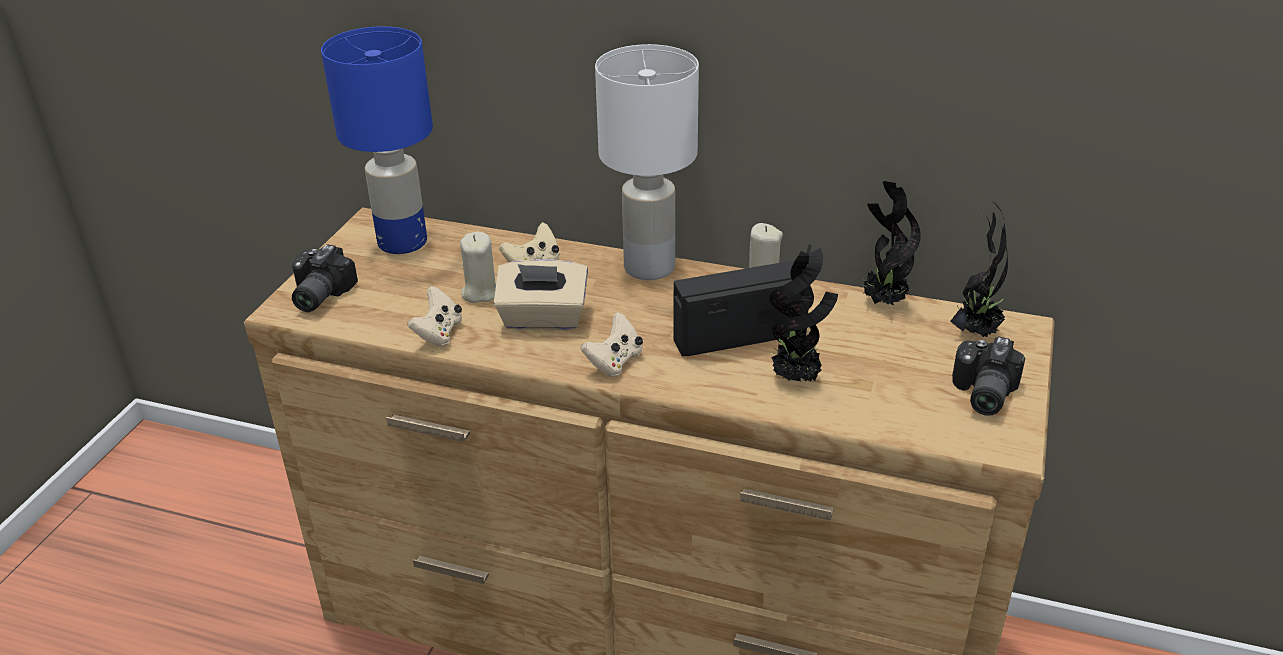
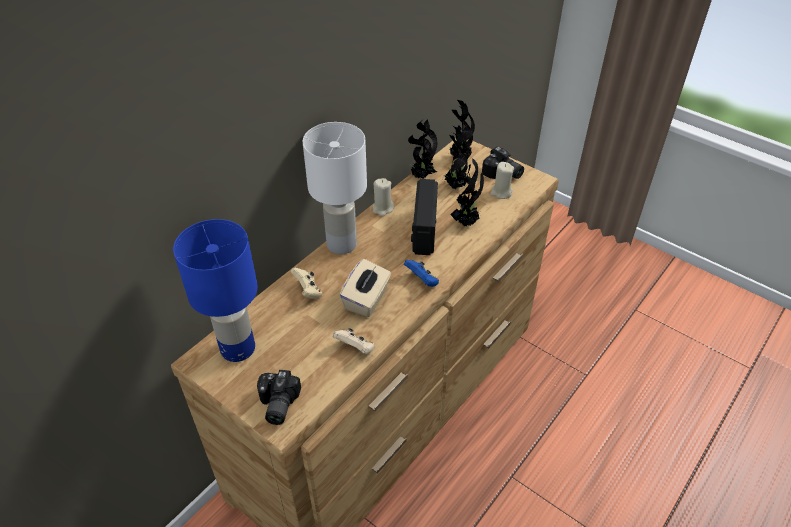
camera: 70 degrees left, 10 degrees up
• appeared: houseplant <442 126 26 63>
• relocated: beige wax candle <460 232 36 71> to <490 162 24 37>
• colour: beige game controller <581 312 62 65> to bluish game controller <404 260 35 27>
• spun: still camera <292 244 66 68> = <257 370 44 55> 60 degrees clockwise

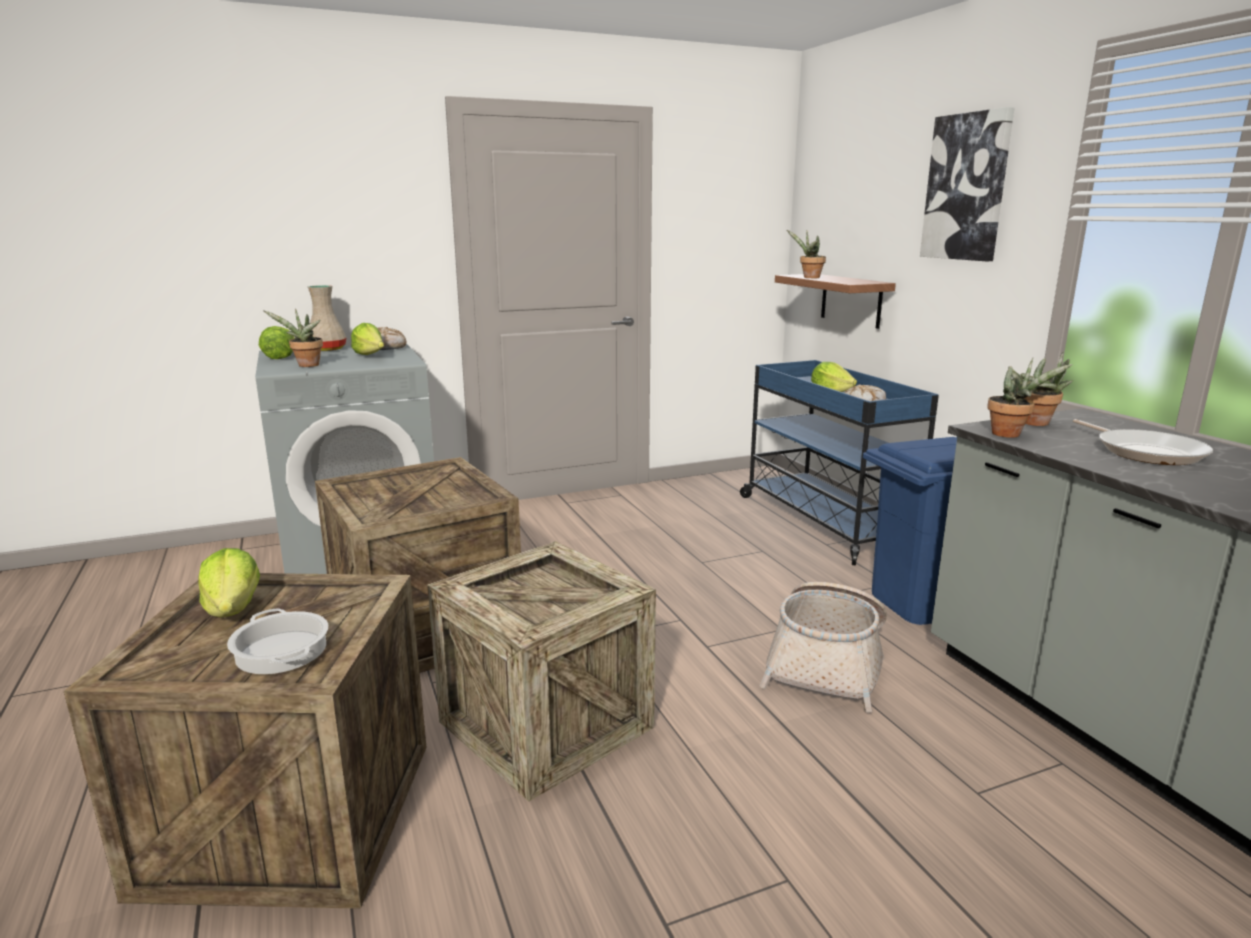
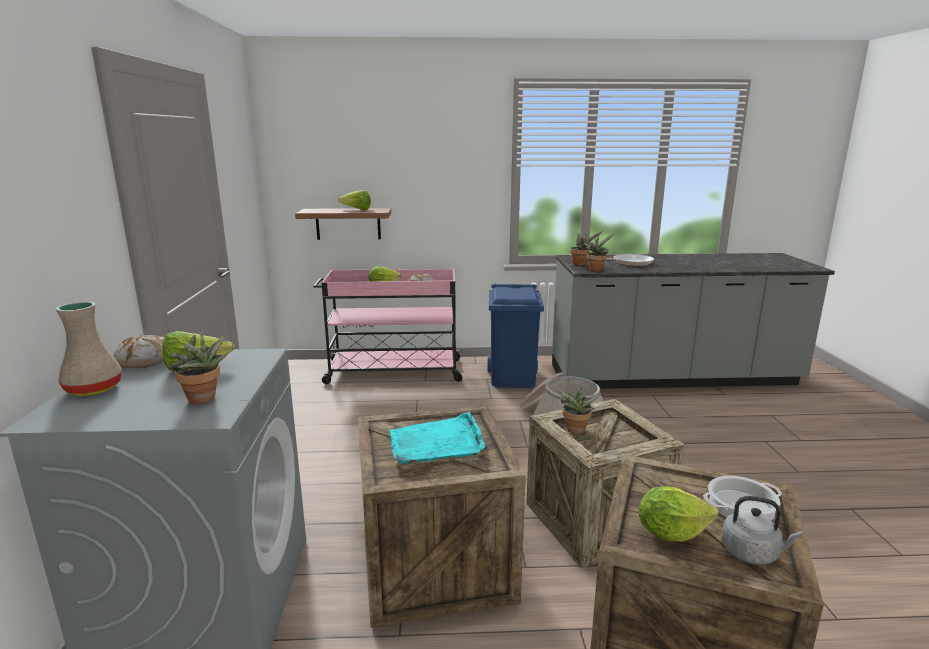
camera: 70 degrees left, 0 degrees up
• missing: wall picture <920 107 95 154>
• appeared: turquoise serving tray <390 412 95 53>
• appeared: gray kettle <722 496 81 69>
• relocated: head of lettuce <259 326 36 33> to <338 190 33 20>
• relocated: houseplant <787 230 39 49> to <557 386 44 48>
• colour: bluish trolley <740 360 199 206> to pink-coloured trolley <314 269 150 115>

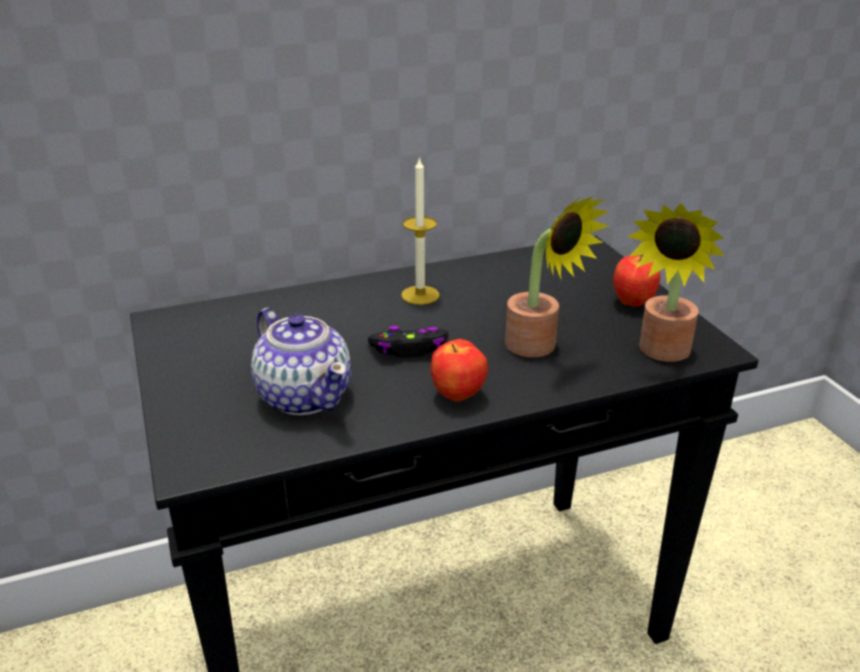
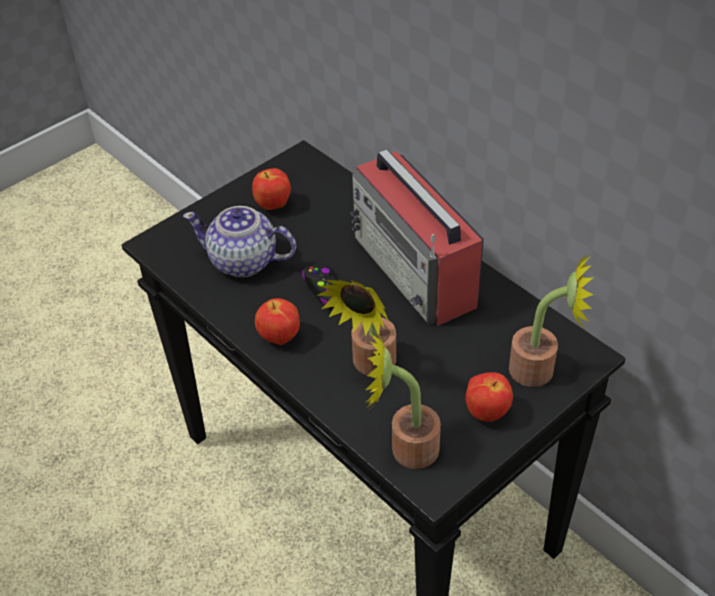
camera: 70 degrees right, 15 degrees up
• appeared: apple <252 168 39 42>
• appeared: houseplant <509 252 84 135>
• exchanged: wax candle <401 156 38 149> to radio <351 149 133 177>
• spun: pot for tea <251 308 100 107> = <183 206 113 71> 75 degrees clockwise

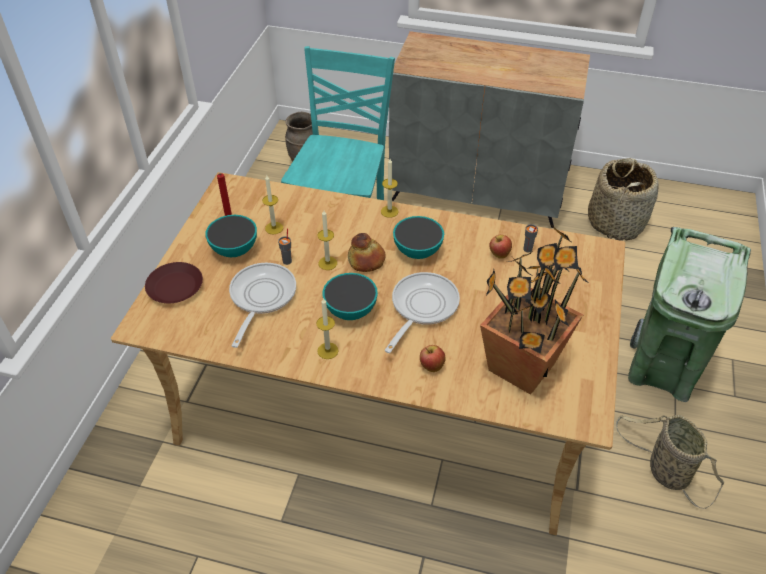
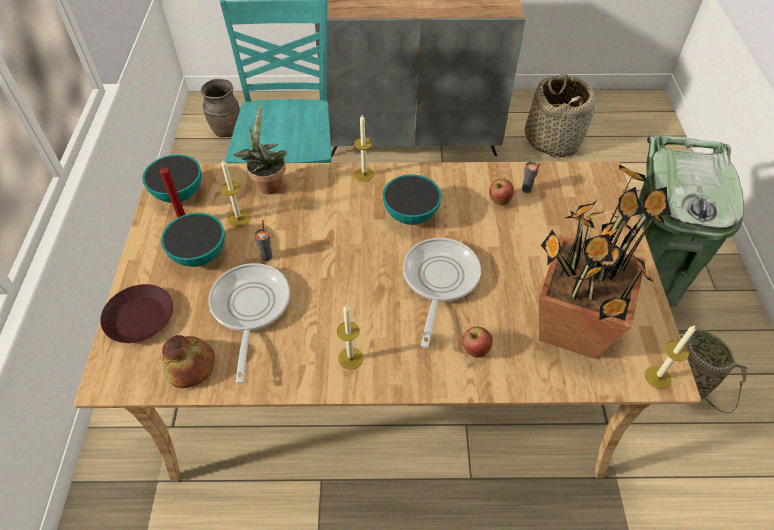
camera: 15 degrees left, 5 degrees up
• appeared: houseplant <234 104 53 91>
• relocated: wax candle <317 211 20 59> to <645 326 50 63>
• relocated: deep dish <322 273 56 47> to <142 154 60 49>
• relocated: baked bread <348 233 38 39> to <162 335 53 53>

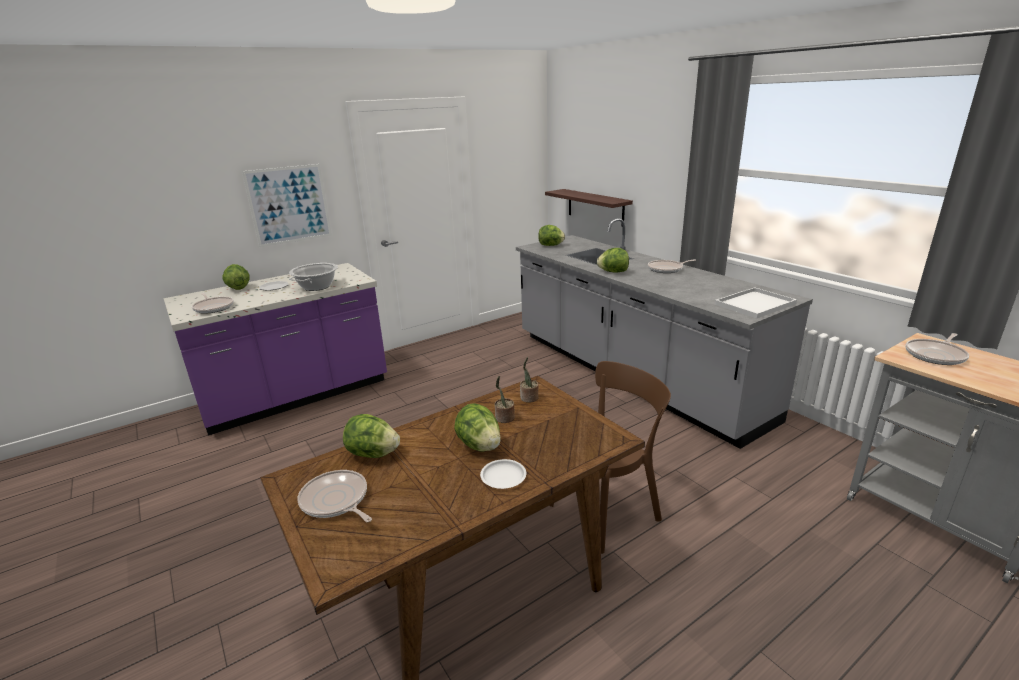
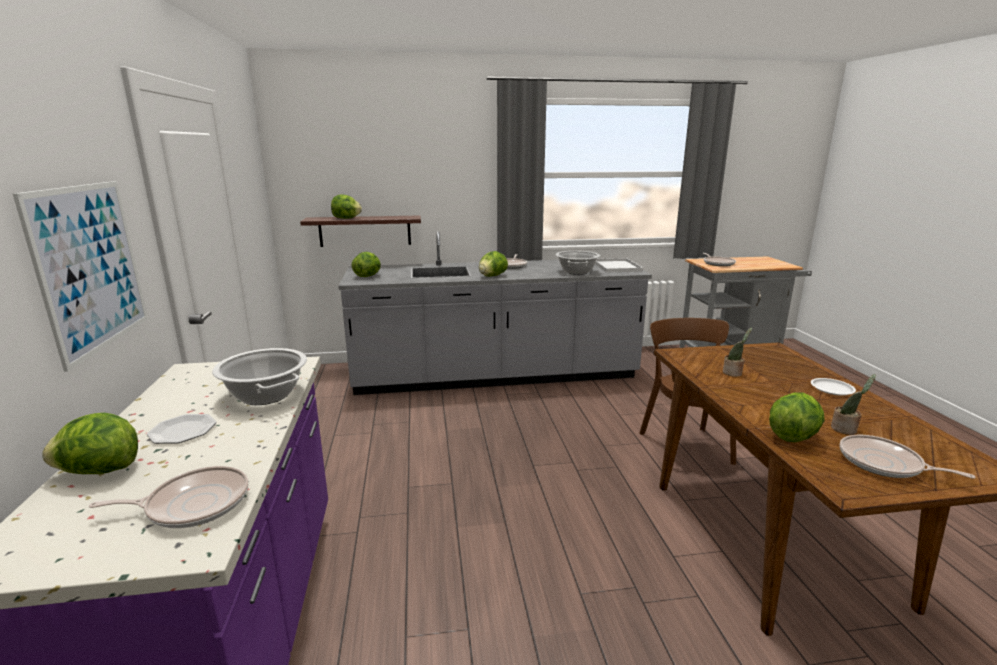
camera: 65 degrees left, 5 degrees down
• appeared: cooking pot <556 251 44 24>
• relocated: head of lettuce <454 403 47 49> to <331 194 31 25>
• relocated: houseplant <520 357 19 46> to <831 374 45 61>
• spun: pan <297 470 75 52> = <840 435 136 44> 60 degrees clockwise

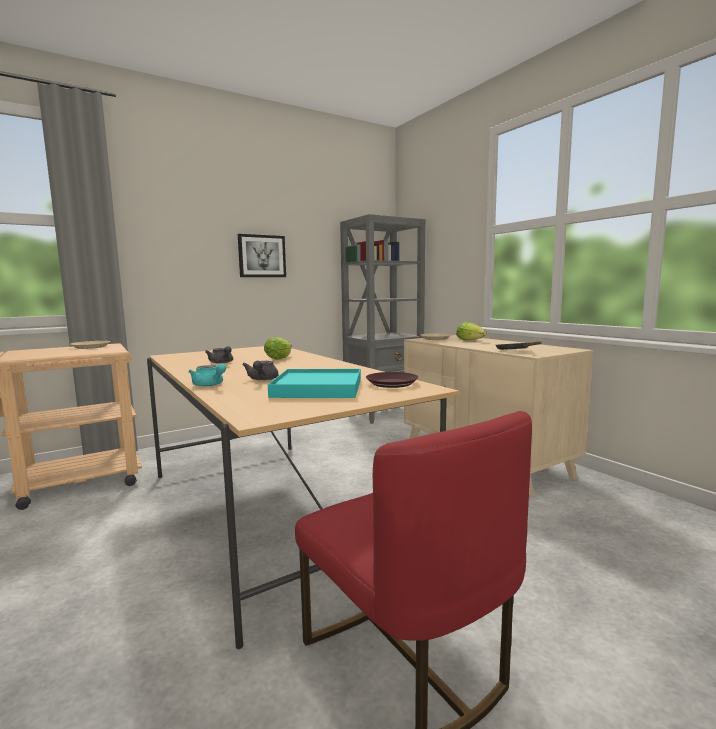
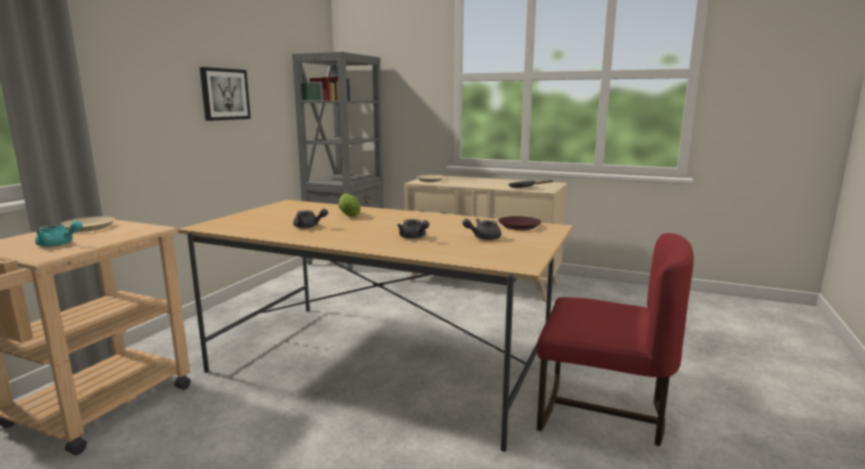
camera: 35 degrees left, 5 degrees up
• missing: head of lettuce <456 322 31 18>
• relocated: turquoise pot for tea <188 364 38 22> to <35 221 47 26>
• exchanged: turquoise serving tray <268 369 93 29> to gray pot for tea <462 218 39 22>

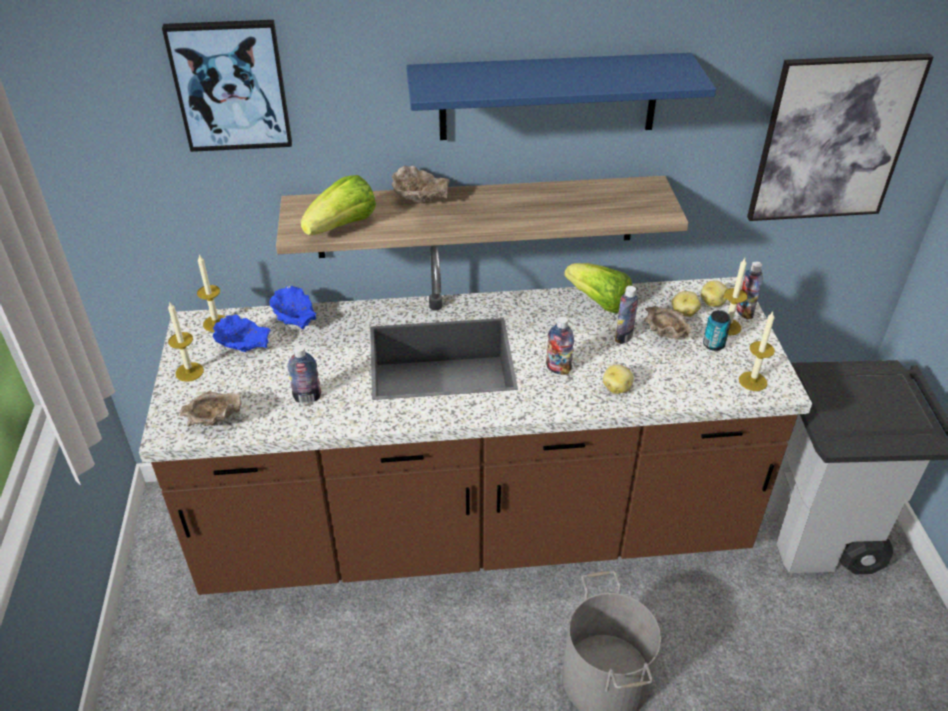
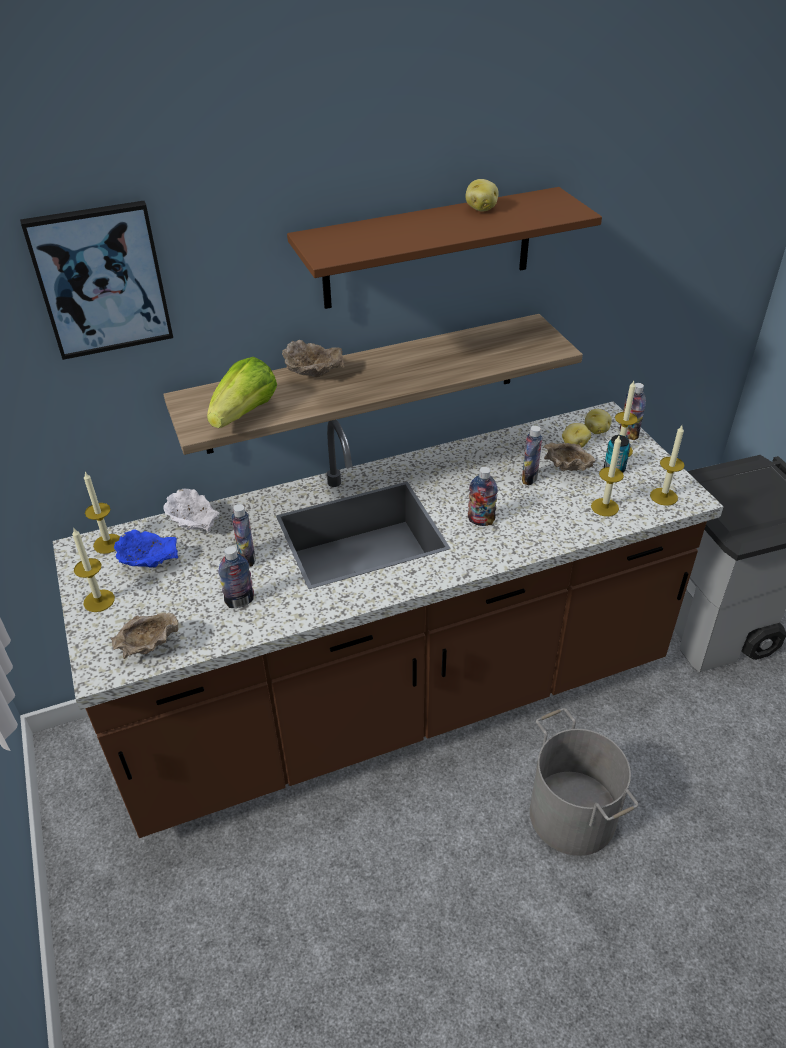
camera: 15 degrees left, 0 degrees up
• missing: head of lettuce <564 263 69 50>
• missing: wall picture <747 53 187 168>
• appeared: beverage bottle <232 504 24 63>
• appeared: wax candle <591 436 33 80>
• relocated: whole potato <603 365 31 29> to <466 179 33 33>
• colour: bluish deep dish <269 286 48 43> to white-coloured deep dish <163 488 56 44>
• colour: bluish wall shelf <407 53 309 87> to brown wall shelf <287 187 315 122>

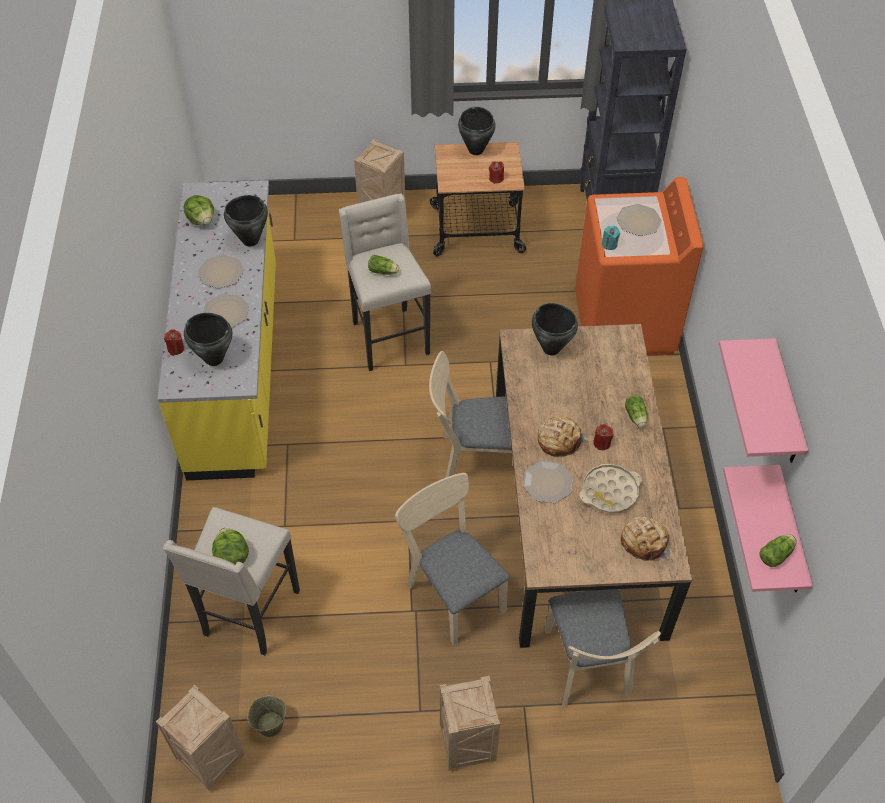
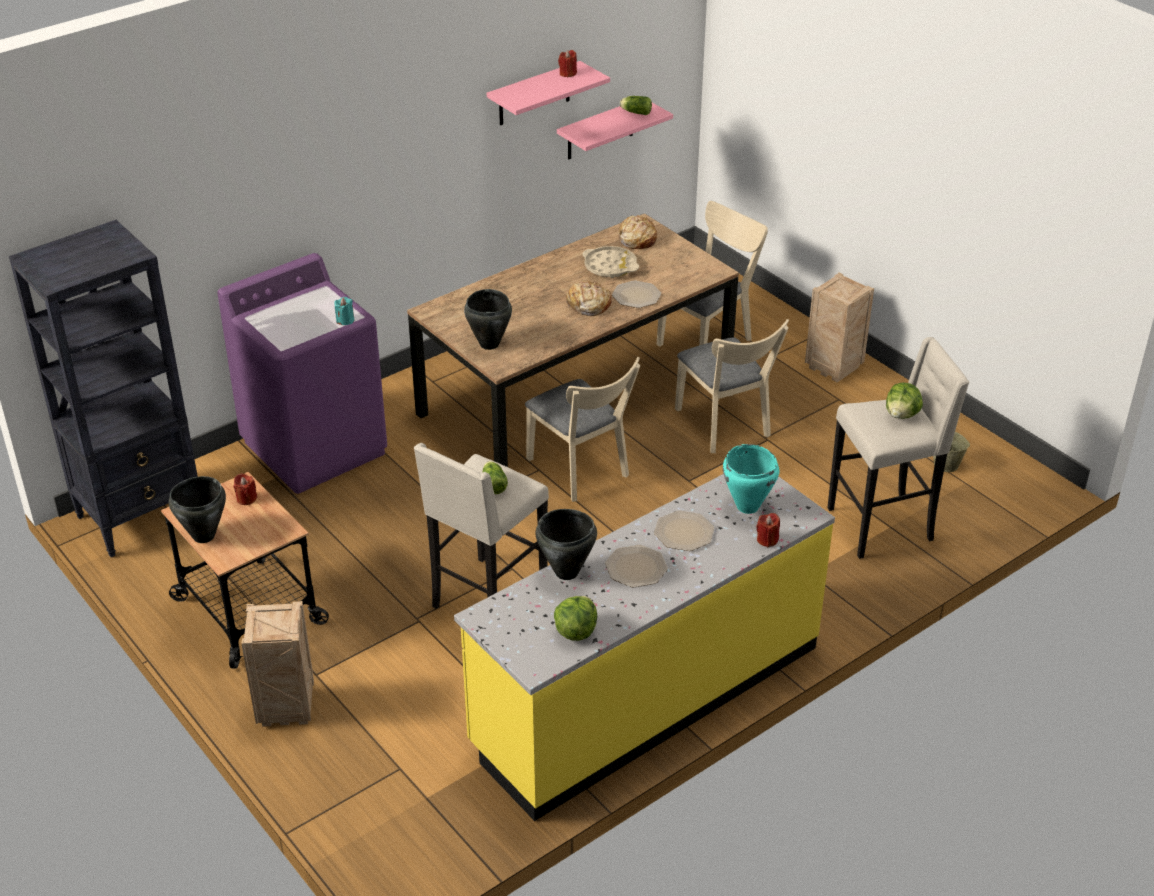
camera: 125 degrees left, 15 degrees down
• missing: crate <156 685 89 105>
• missing: flat dish <616 204 46 32>
• missing: head of lettuce <625 395 22 33>
• relocated: red-coloured wax candle <593 424 21 26> to <558 50 19 28>
• colour: black-coloured cooking pot <184 313 48 53> to turquoise cooking pot <723 444 56 70>
• colour: orangey laundry appliance <575 177 129 178> to purple laundry appliance <217 253 170 241>
• spun: beige plain chair <395 473 115 172> = <675 319 114 134> 45 degrees counterclockwise

